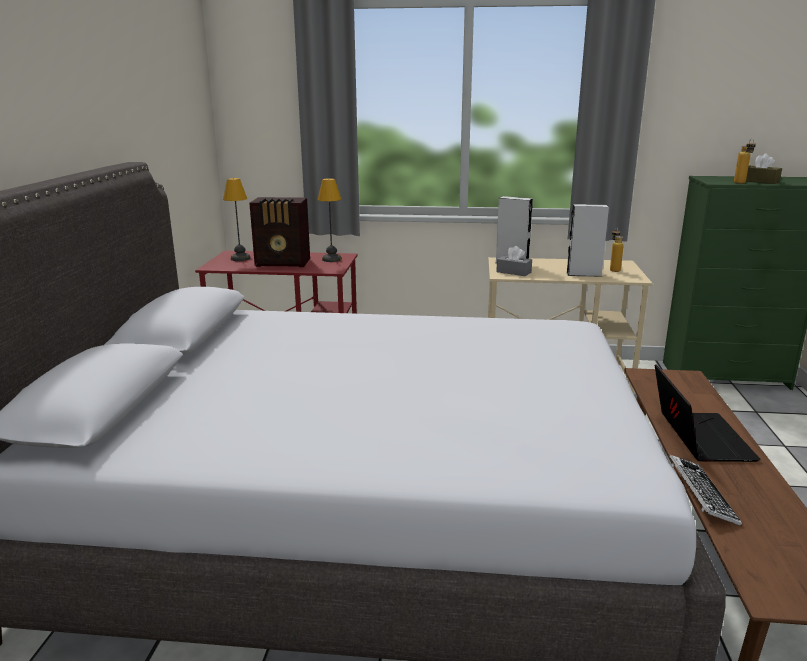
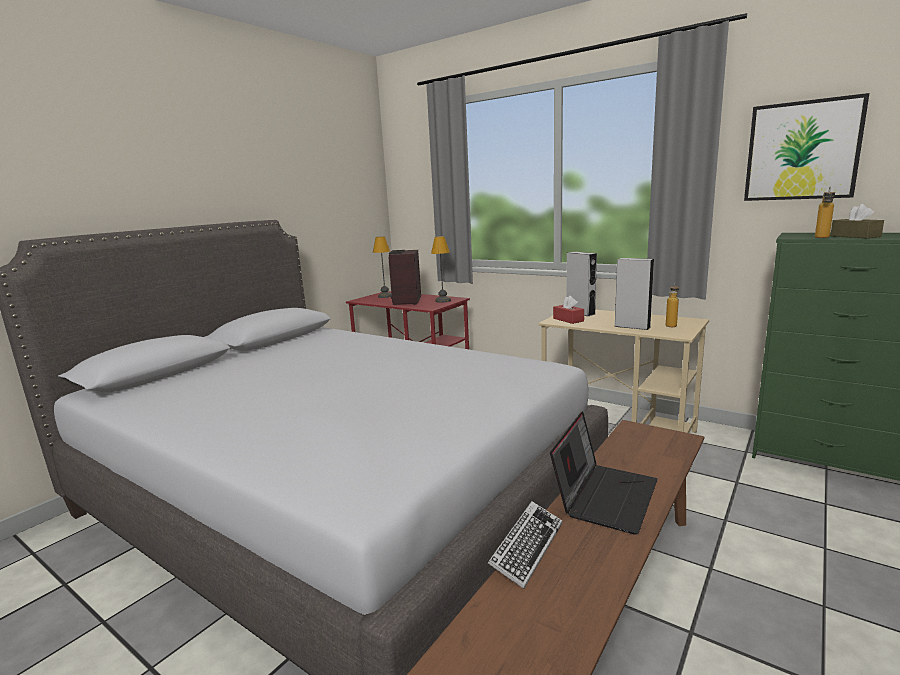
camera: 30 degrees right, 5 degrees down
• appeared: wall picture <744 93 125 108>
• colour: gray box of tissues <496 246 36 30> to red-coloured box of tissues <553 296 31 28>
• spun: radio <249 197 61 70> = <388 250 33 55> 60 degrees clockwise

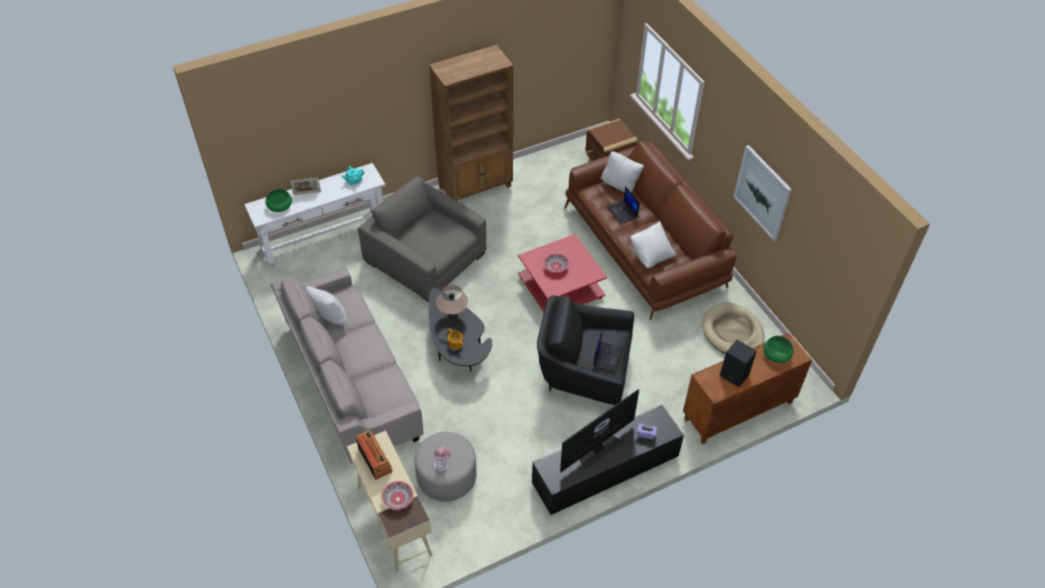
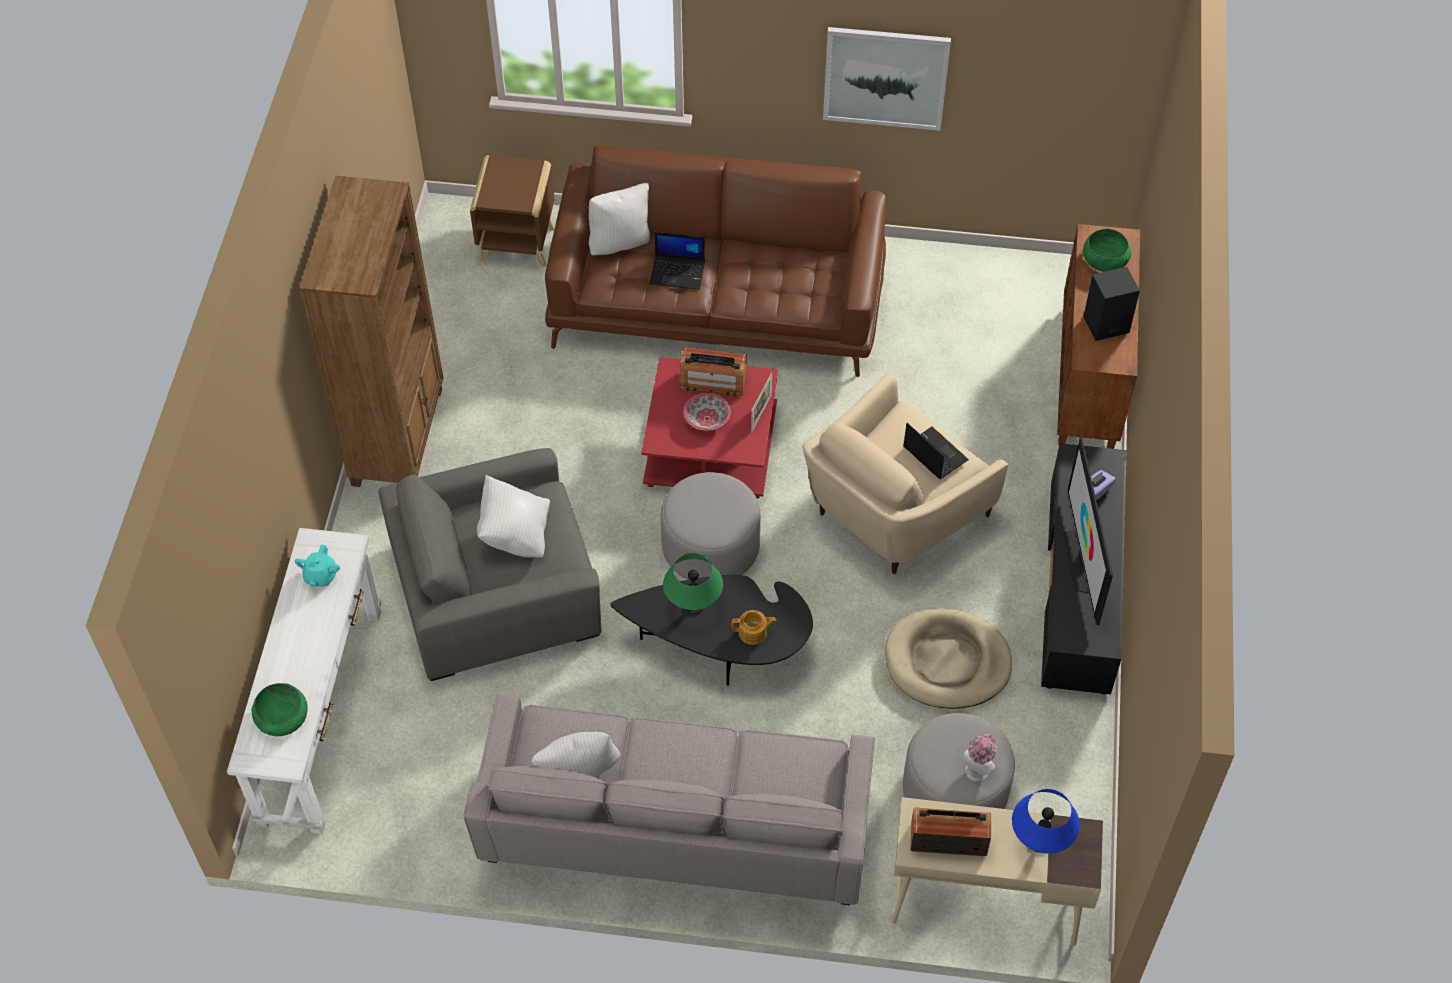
camera: 55 degrees left, 5 degrees up
• appeared: gray ottoman <660 472 101 108>
• appeared: radio <680 347 67 51>
• relocated: picture frame <290 177 31 18> to <751 373 21 60>
• relocated: white-coloured pillow <630 221 47 47> to <477 475 73 82>
• relocated: beige pet bed <702 303 62 51> to <885 608 127 101>
• exchanged: deep dish <381 481 32 29> to bluish table lamp <1012 789 68 64>
• colour: beige table lamp <436 285 32 35> to greenish table lamp <663 553 60 61>
• colour: black-coloured easy chair <537 295 97 111> to beige easy chair <803 374 205 200>

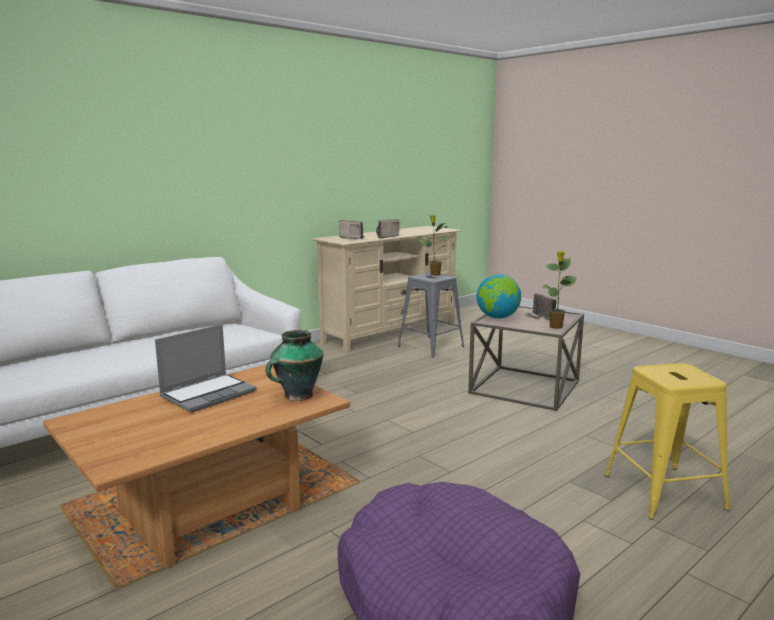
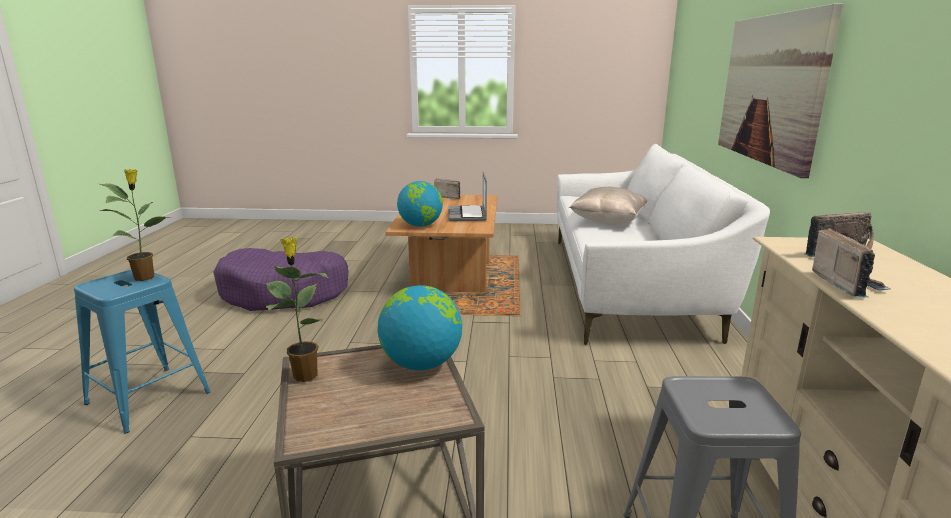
camera: 135 degrees right, 5 degrees up
• appeared: beige pillow <569 187 79 38>
• appeared: wall picture <718 3 125 175>
• relocated: houseplant <420 215 28 61> to <100 169 69 112>
• relocated: radio <524 293 33 27> to <434 179 27 20>
• exchanged: vase <266 330 58 71> to globe <397 181 46 46>
• colour: yellow-coloured sitting stool <605 363 125 157> to bluish sitting stool <74 270 137 164>

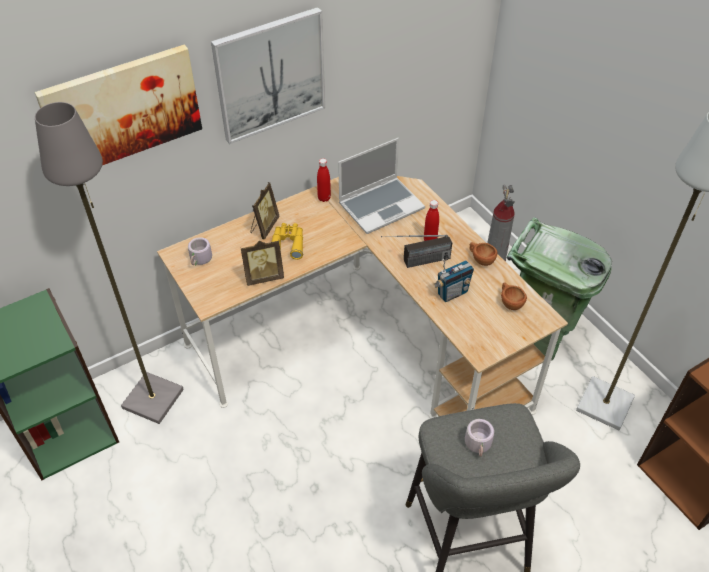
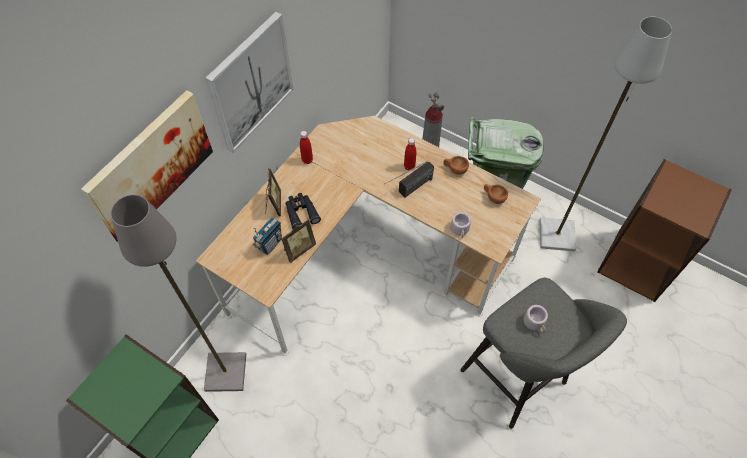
camera: 25 degrees left, 10 degrees up
• missing: portable computer <338 138 87 96>
• relocated: gray mug <188 237 31 29> to <451 212 20 26>
• relocated: radio <434 259 40 43> to <253 217 29 38>
• colour: yellow-coloured pair of binoculars <271 223 32 37> to black-coloured pair of binoculars <285 193 36 36>

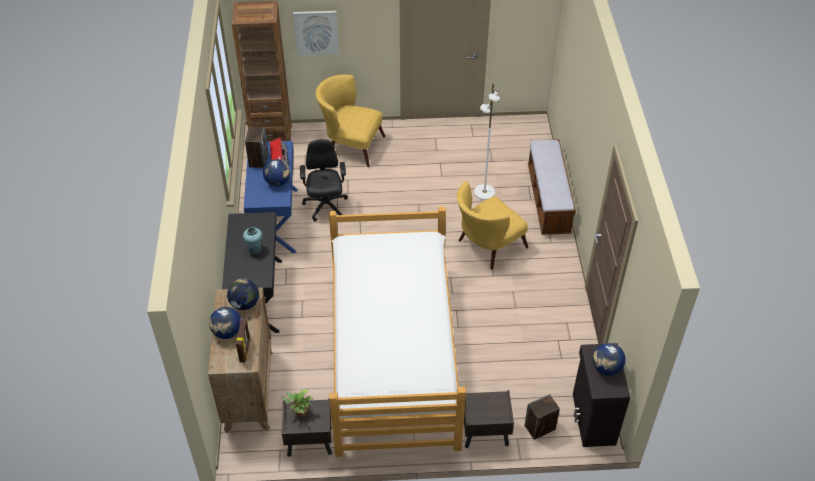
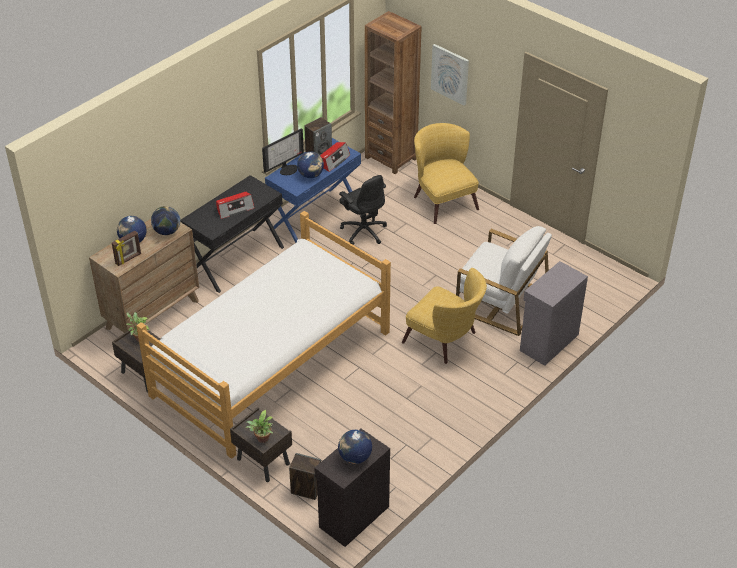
camera: 45 degrees right, 5 degrees down
• appeared: houseplant <246 410 27 33>
• appeared: computer screen <262 128 42 47>
• exchanged: turquoise vase <243 227 20 27> to radio <216 192 39 27>
• exchanged: white-coloured standard lamp <474 83 26 117> to white-coloured easy chair <456 226 96 110>
• exchanged: bench <528 140 48 95> to gray cupboard <520 261 68 105>
• spun: black-coloured computer chair <300 139 48 83> = <339 175 48 70> 105 degrees clockwise
• spun: yellow-coloured easy chair <457 181 71 89> = <402 268 85 96> 150 degrees counterclockwise

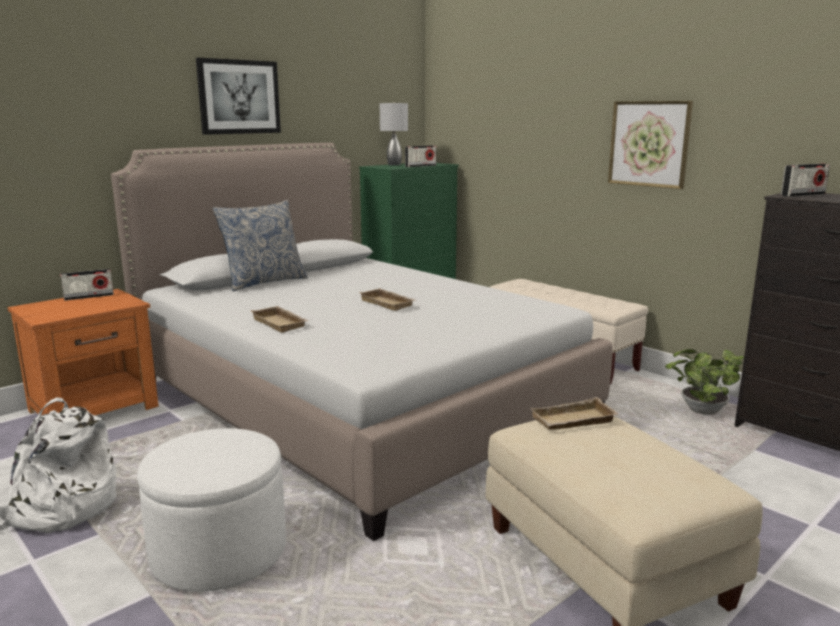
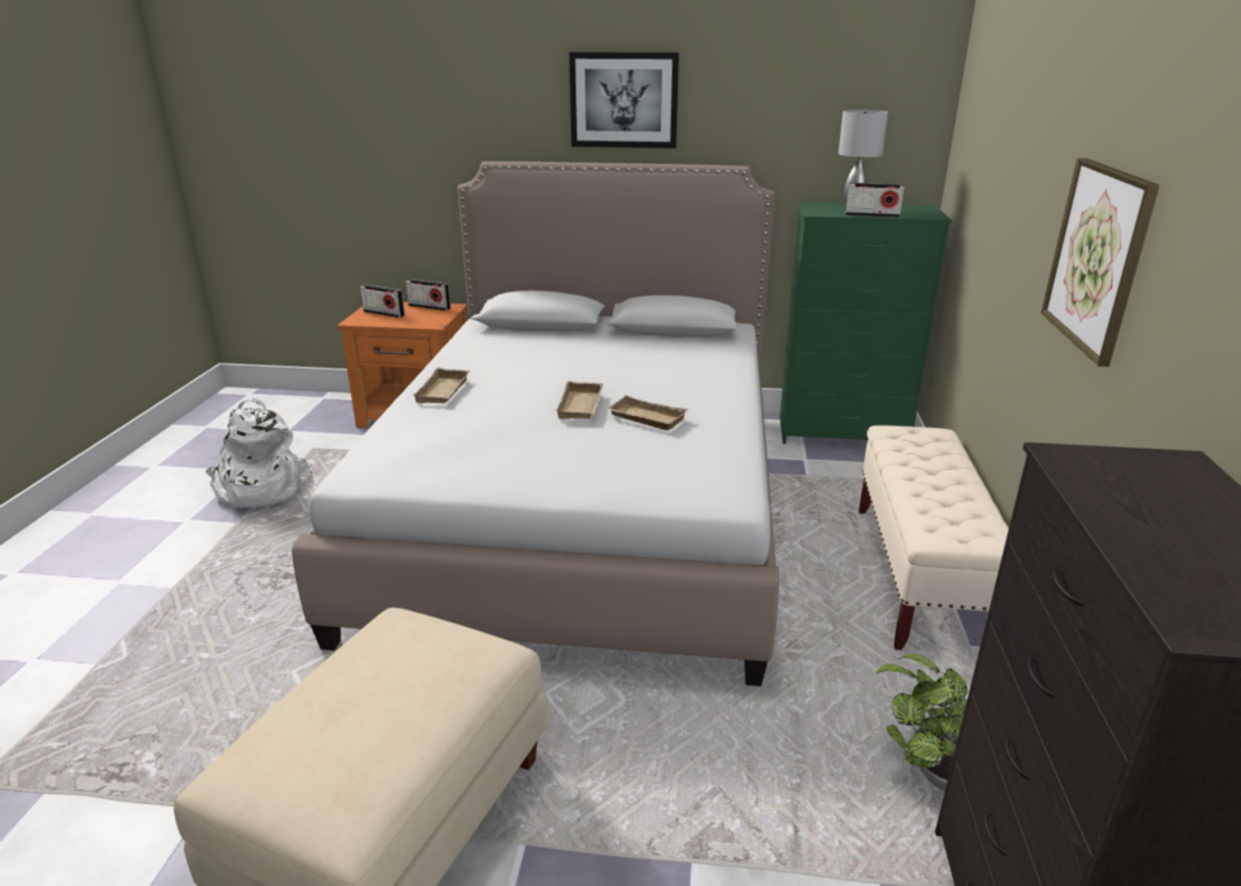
camera: 50 degrees right, 10 degrees up
• missing: white-coloured ottoman <137 428 149 164>
• missing: pillow <213 200 95 91>
• relocated: beige serving tray <530 397 88 33> to <606 395 82 35>
• relocated: radio <780 164 50 33> to <360 285 45 33>

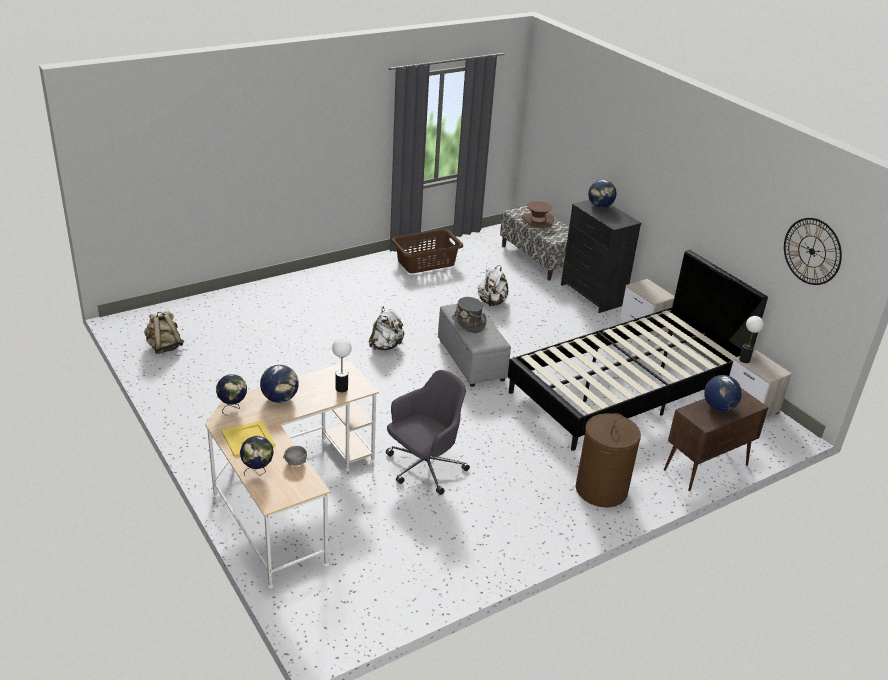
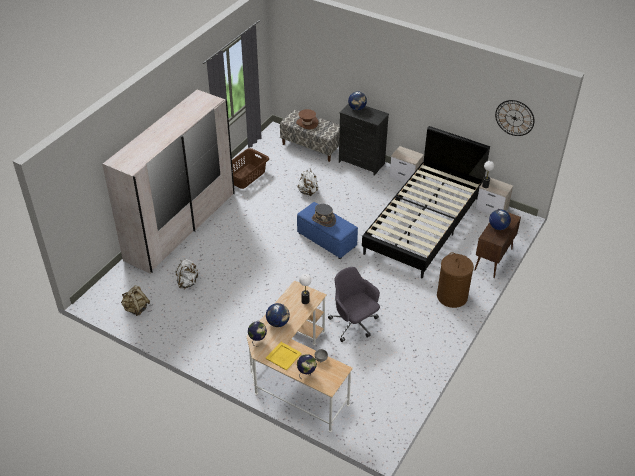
camera: 25 degrees left, 10 degrees up
• appeared: white-coloured clothes cupboard <102 89 133 185>
• relocated: white-coloured rucksack <369 306 36 44> to <175 259 24 30>
• colour: gray ottoman <438 304 73 83> to bluish ottoman <297 202 61 57>
• spun: gray computer chair <386 370 84 125> = <328 267 52 75> 60 degrees counterclockwise

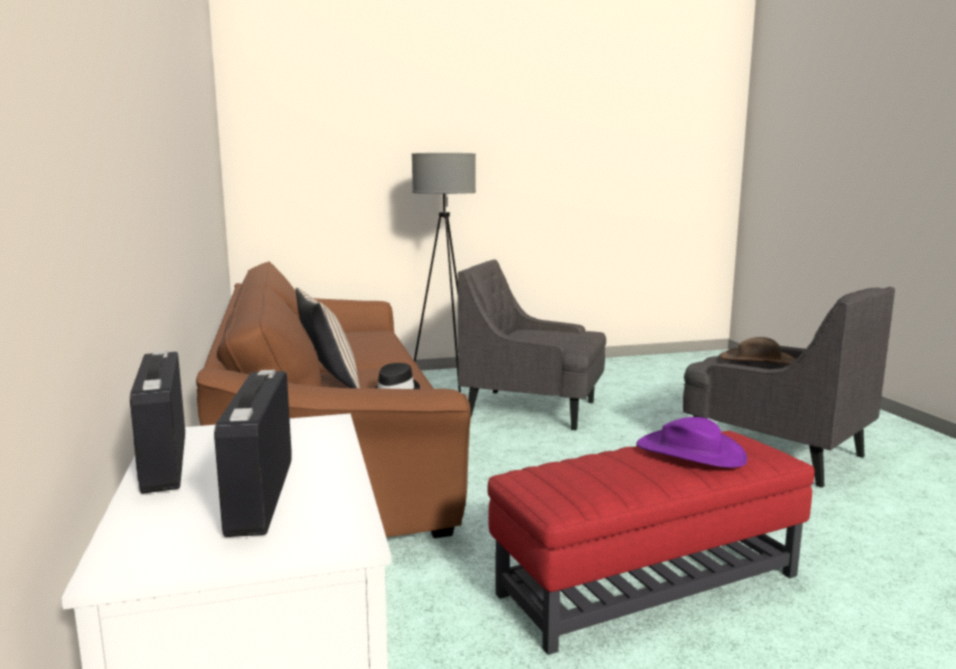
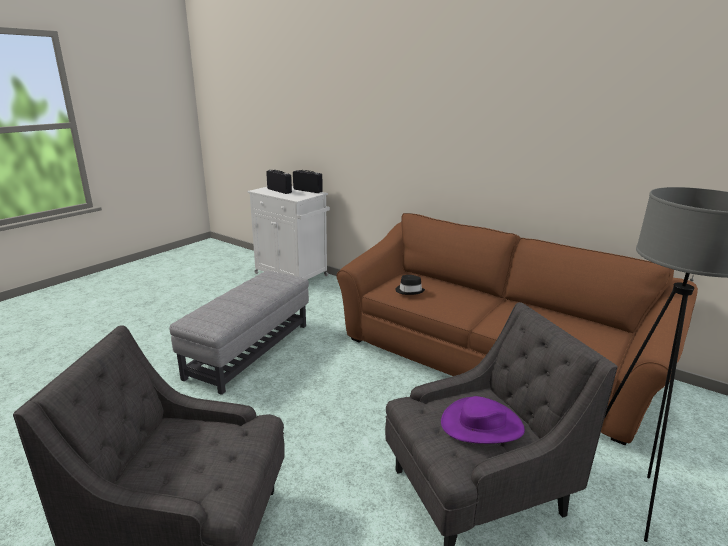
camera: 140 degrees right, 10 degrees up
• missing: beige pillow <295 288 65 100>
• missing: brown wearable hat <720 337 76 28>
• relocated: purple wearable hat <636 417 112 51> to <441 396 84 48>
• colour: red-coloured ottoman <487 431 328 224> to gray ottoman <169 271 140 124>

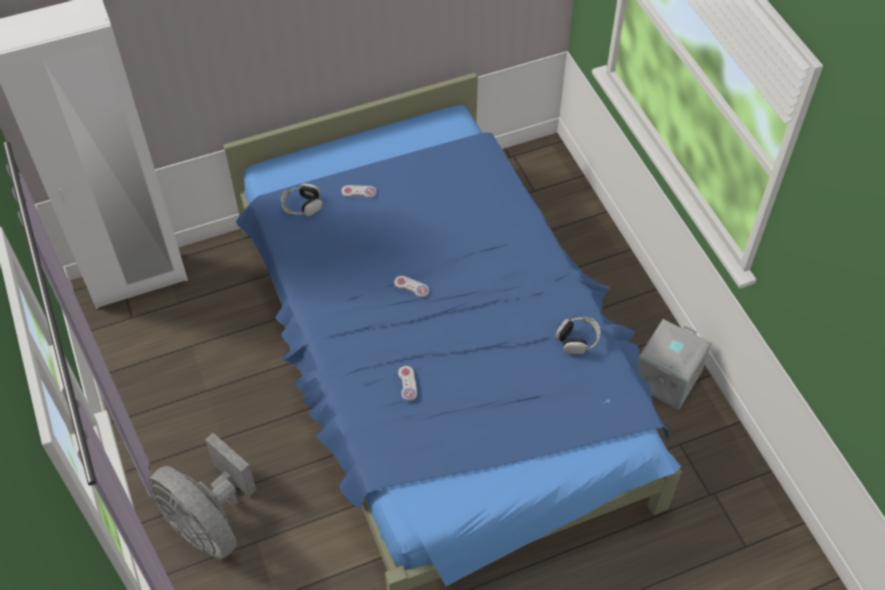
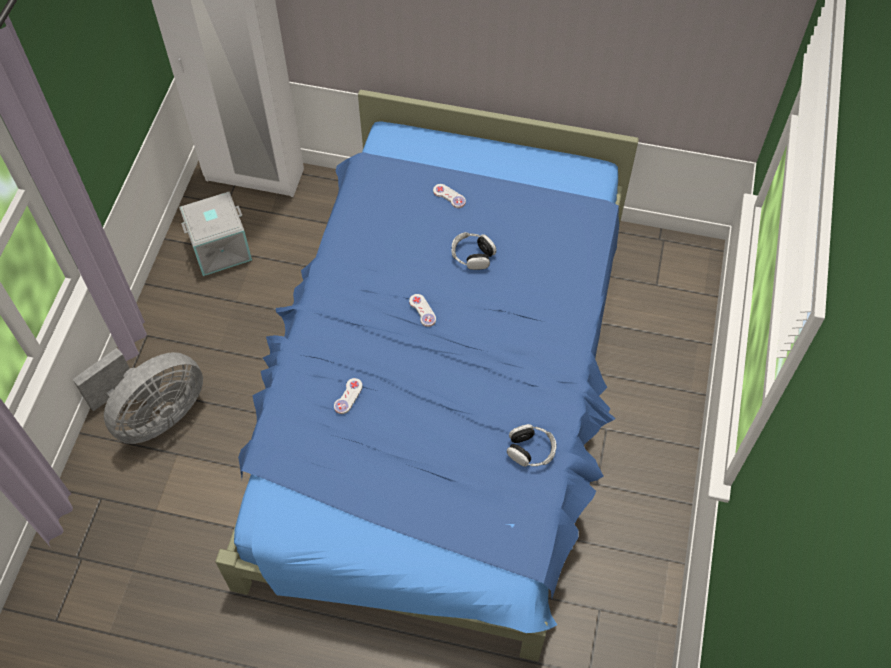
camera: 35 degrees right, 5 degrees up
• relocated: pair of headphones <281 183 41 33> to <452 232 44 38>
• relocated: gray storage bin <638 319 74 91> to <179 192 73 84>
• spun: gray cooling fan <149 433 107 127> = <73 348 130 96> 120 degrees counterclockwise

